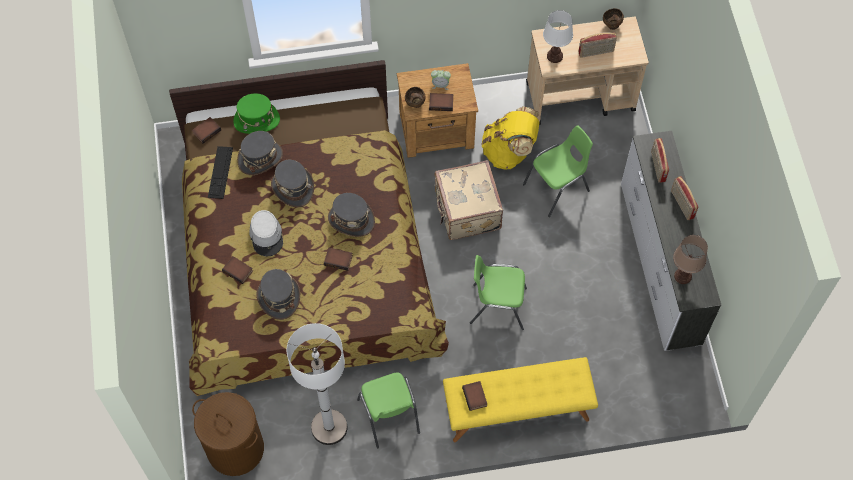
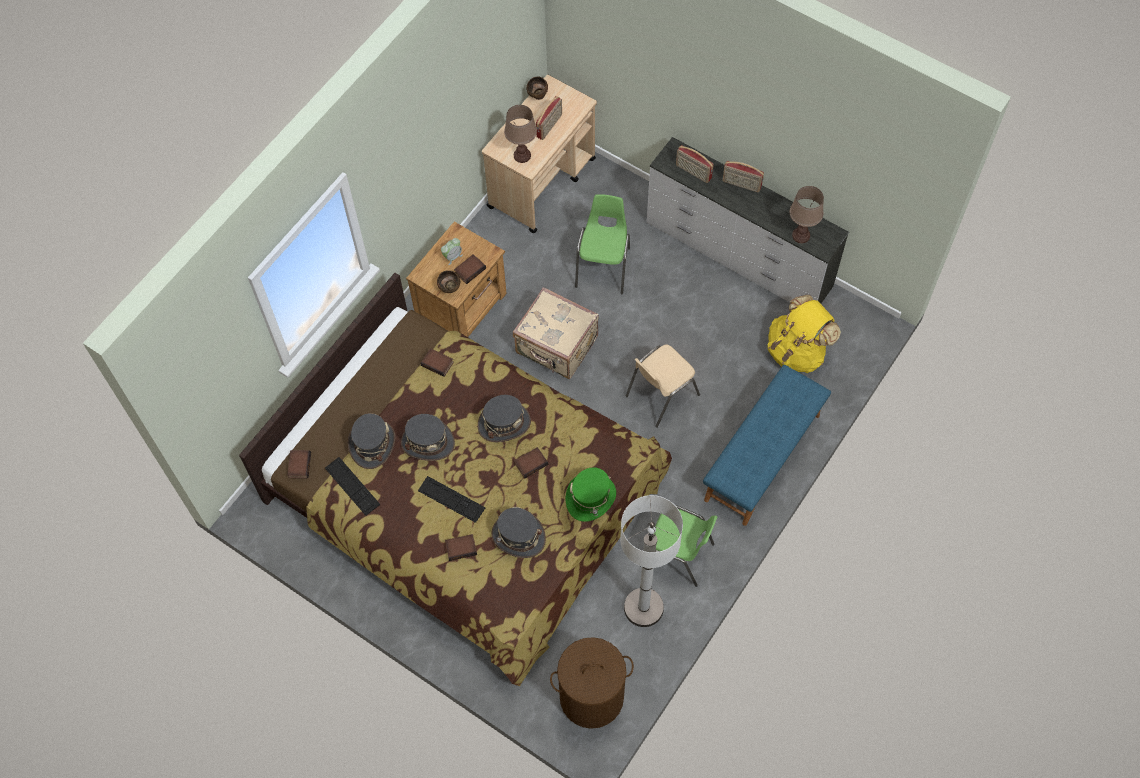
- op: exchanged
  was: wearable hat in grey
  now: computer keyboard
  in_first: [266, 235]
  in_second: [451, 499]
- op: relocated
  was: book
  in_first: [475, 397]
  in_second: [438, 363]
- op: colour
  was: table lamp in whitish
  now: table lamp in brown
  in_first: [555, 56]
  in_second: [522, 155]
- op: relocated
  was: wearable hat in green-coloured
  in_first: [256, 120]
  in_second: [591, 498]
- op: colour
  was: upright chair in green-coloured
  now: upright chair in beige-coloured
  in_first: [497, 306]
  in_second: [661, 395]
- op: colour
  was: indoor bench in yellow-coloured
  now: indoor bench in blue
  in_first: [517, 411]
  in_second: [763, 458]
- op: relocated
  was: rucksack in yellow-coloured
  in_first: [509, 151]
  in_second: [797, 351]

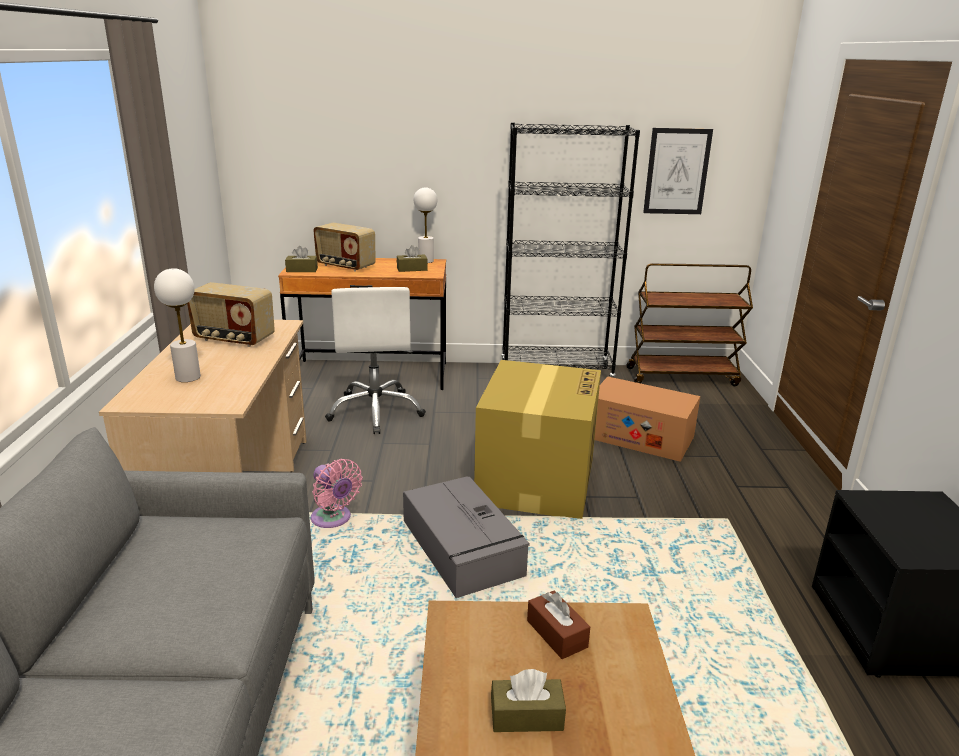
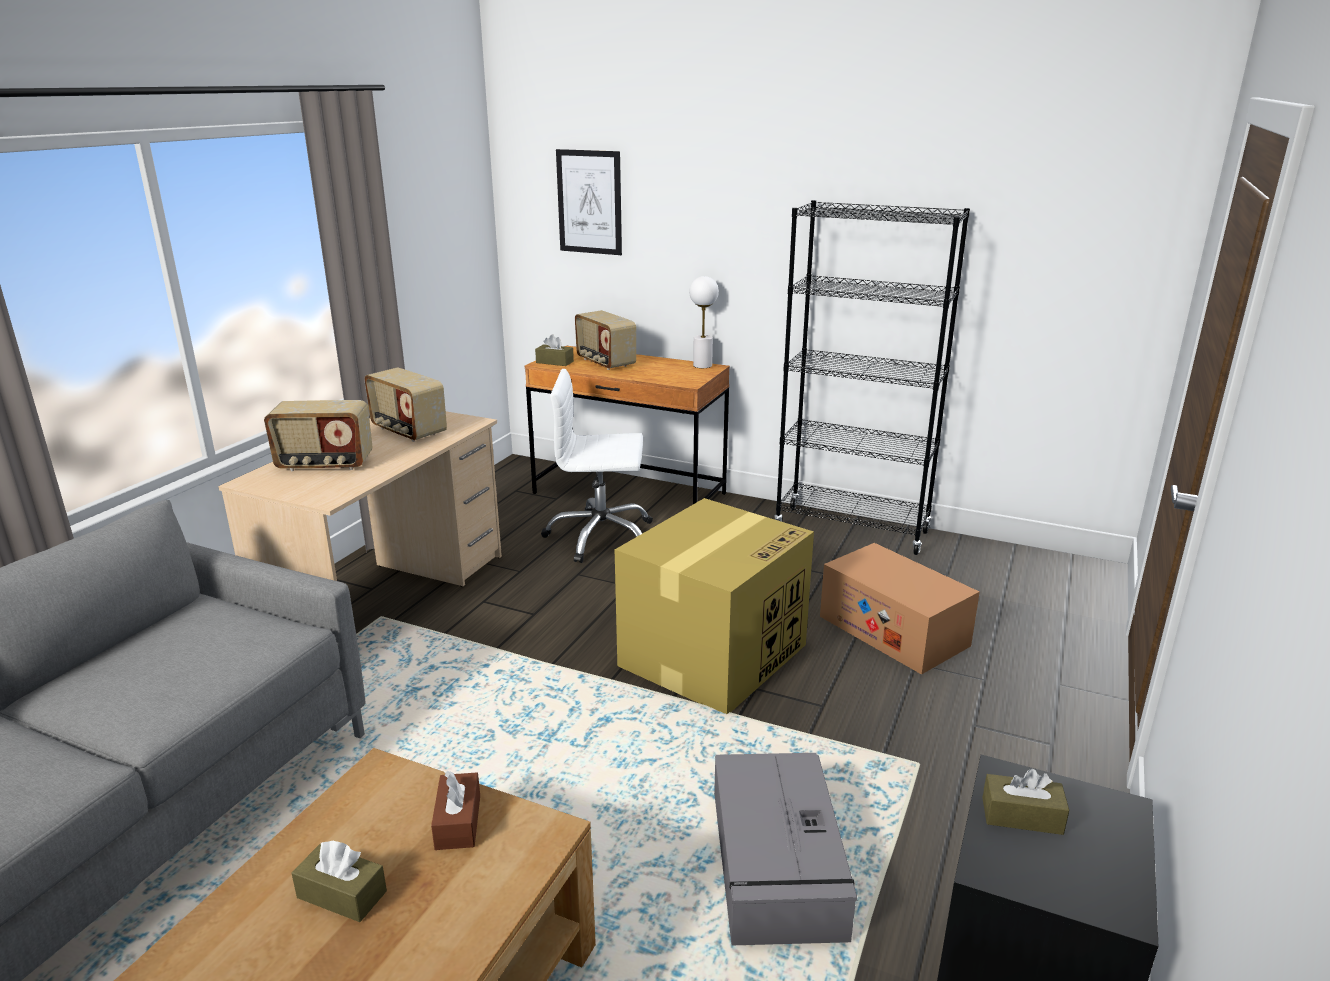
- op: exchanged
  was: table lamp in whitish
  now: radio set
  in_first: [188, 377]
  in_second: [324, 464]
- op: spun
  was: desk chair in whitish
  in_first: [376, 411]
  in_second: [600, 537]
  clockwise: 75
- op: relocated
  was: wall art
  in_first: [677, 171]
  in_second: [589, 202]
- op: relocated
  was: storage container in grey
  in_first: [463, 550]
  in_second: [776, 865]
- op: relocated
  was: box of tissues in brown
  in_first: [412, 269]
  in_second: [1022, 816]
- op: missing
  was: fan in pink-coloured
  in_first: [333, 520]
- op: missing
  was: wheeled cart in brown
  in_first: [682, 376]

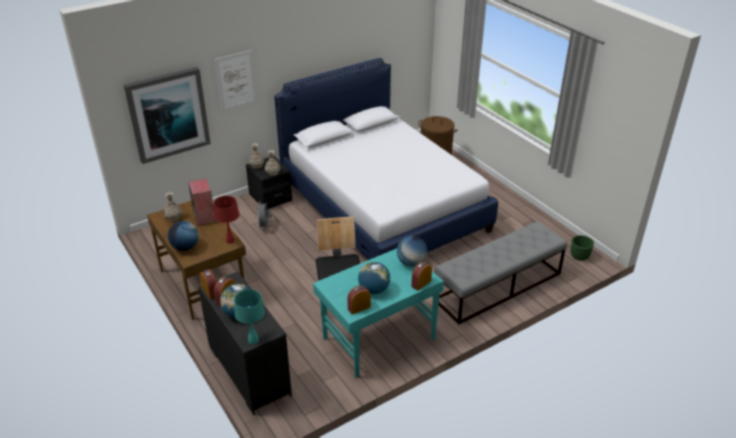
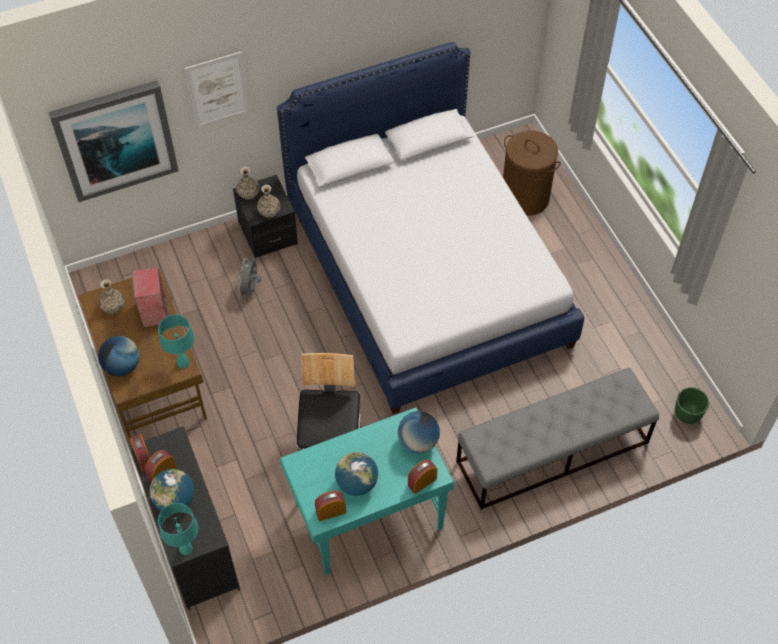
- op: colour
  was: table lamp in red-coloured
  now: table lamp in turquoise
  in_first: [230, 240]
  in_second: [183, 363]

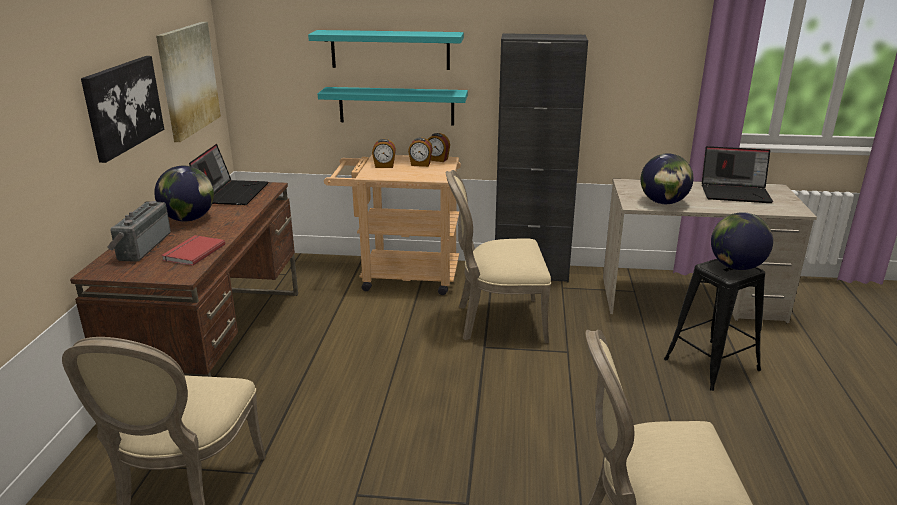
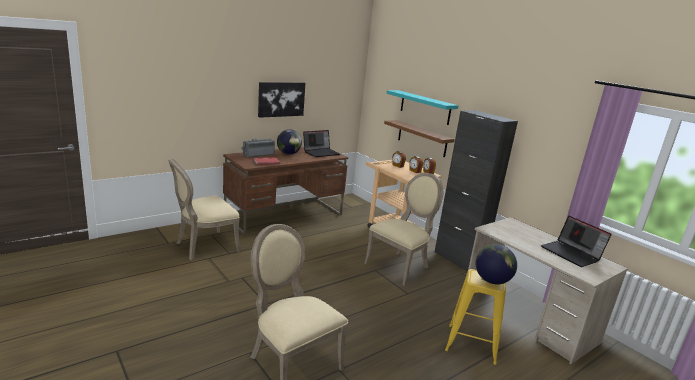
- op: spun
  was: upright chair in beige-coloured
  in_first: [497, 321]
  in_second: [400, 266]
  clockwise: 90
- op: colour
  was: wall shelf in turquoise
  now: wall shelf in brown
  in_first: [396, 106]
  in_second: [422, 138]
- op: colour
  was: stool seat in black-coloured
  now: stool seat in yellow-coloured
  in_first: [712, 364]
  in_second: [471, 344]
- op: missing
  was: wall art
  in_first: [188, 79]
- op: missing
  was: globe
  in_first: [663, 202]

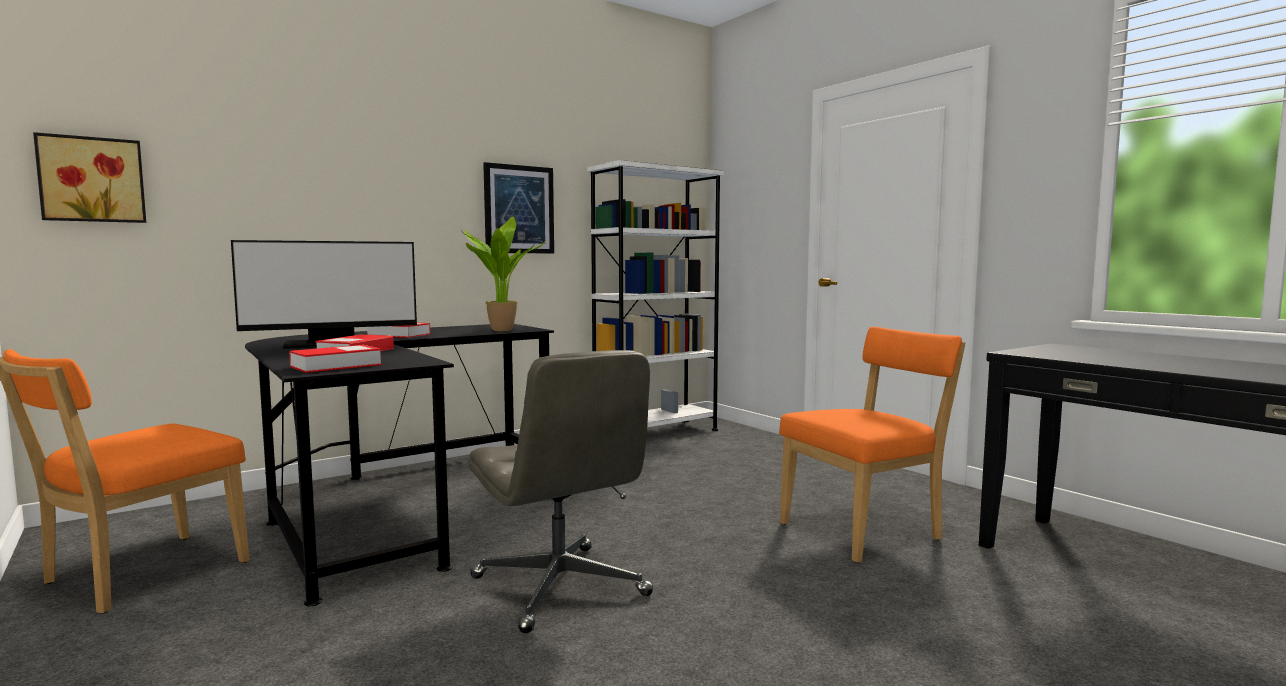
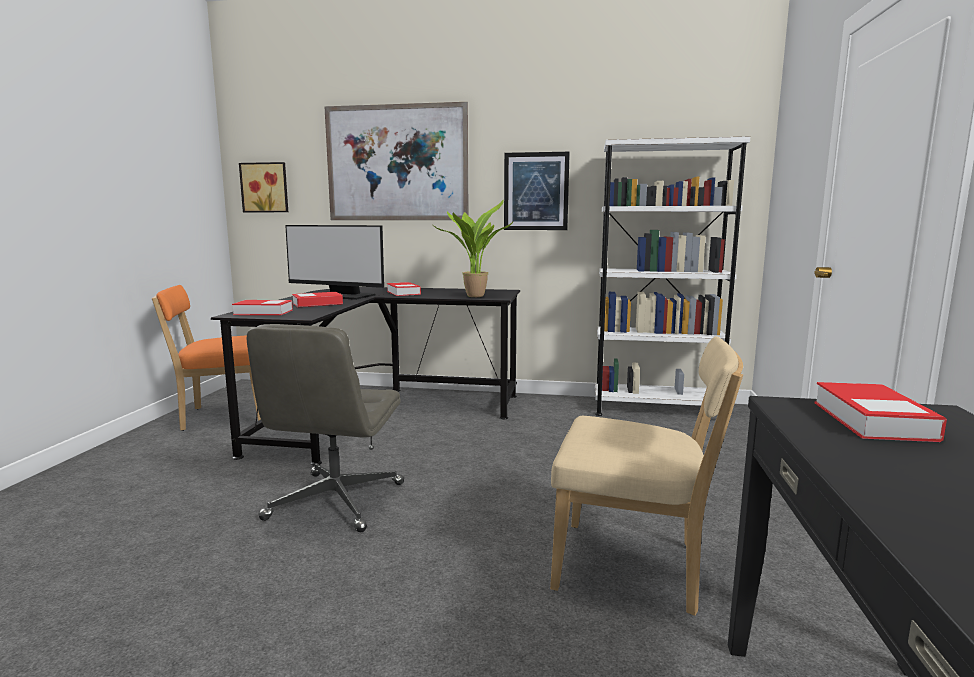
- op: appeared
  now: wall art
  in_second: [397, 163]
- op: colour
  was: upright chair in orange
  now: upright chair in beige-coloured
  in_first: [865, 531]
  in_second: [635, 568]
- op: appeared
  now: book
  in_second: [872, 420]

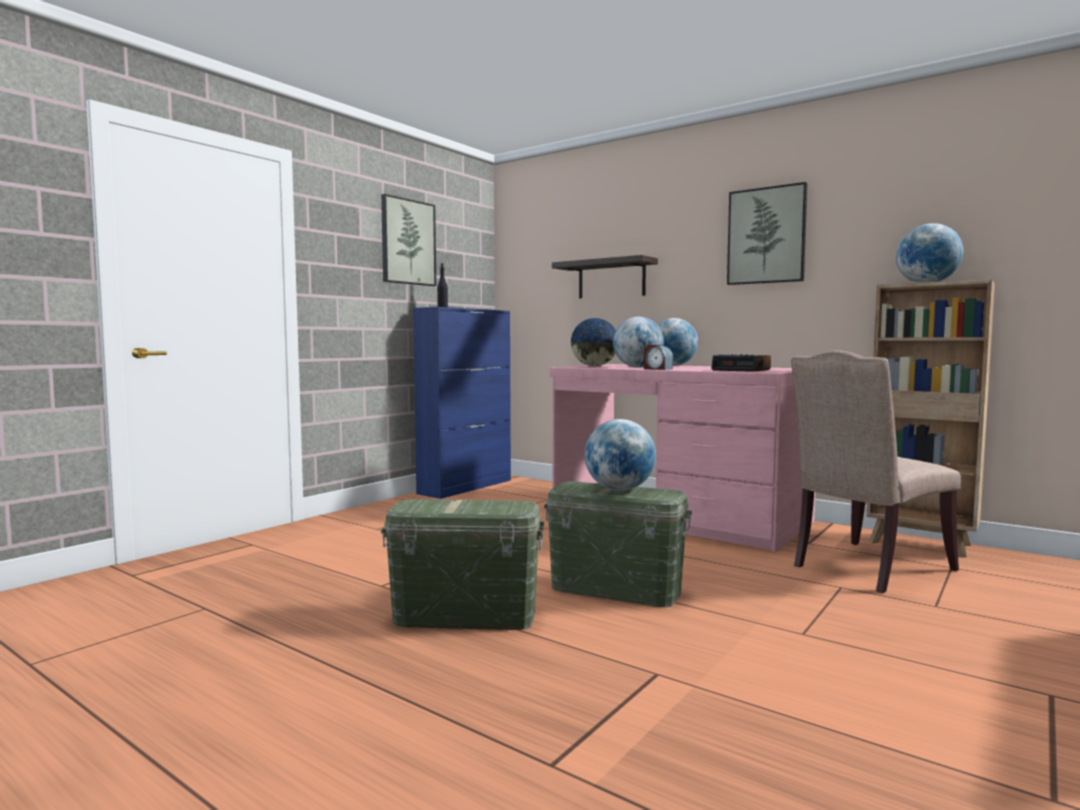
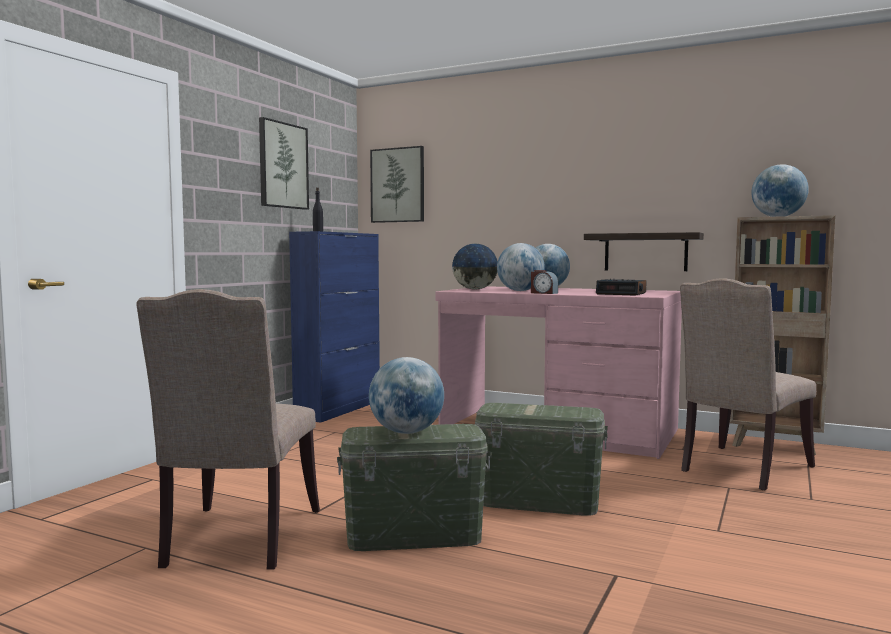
- op: appeared
  now: upright chair in beige-coloured
  in_second: [239, 540]
- op: relocated
  was: globe
  in_first: [619, 490]
  in_second: [406, 432]
- op: relocated
  was: wall art
  in_first: [766, 236]
  in_second: [398, 185]
- op: relocated
  was: wall shelf
  in_first: [611, 279]
  in_second: [645, 252]

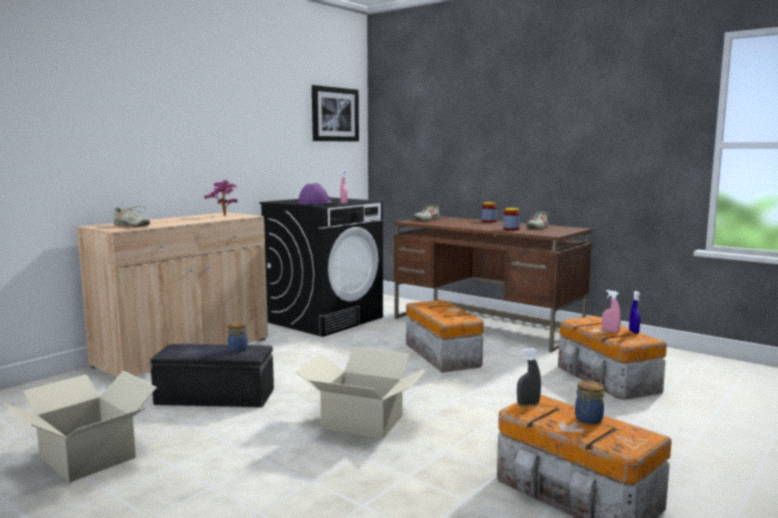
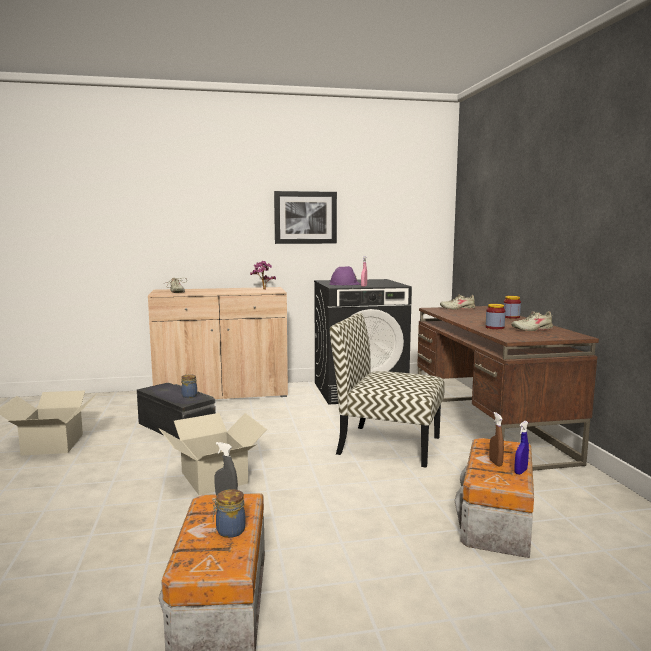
- op: relocated
  was: wall art
  in_first: [335, 114]
  in_second: [305, 217]
- op: exchanged
  was: storage container
  now: upright chair
  in_first: [442, 355]
  in_second: [387, 445]
- op: colour
  was: hand sprayer in pink-coloured
  now: hand sprayer in brown
  in_first: [610, 331]
  in_second: [495, 463]

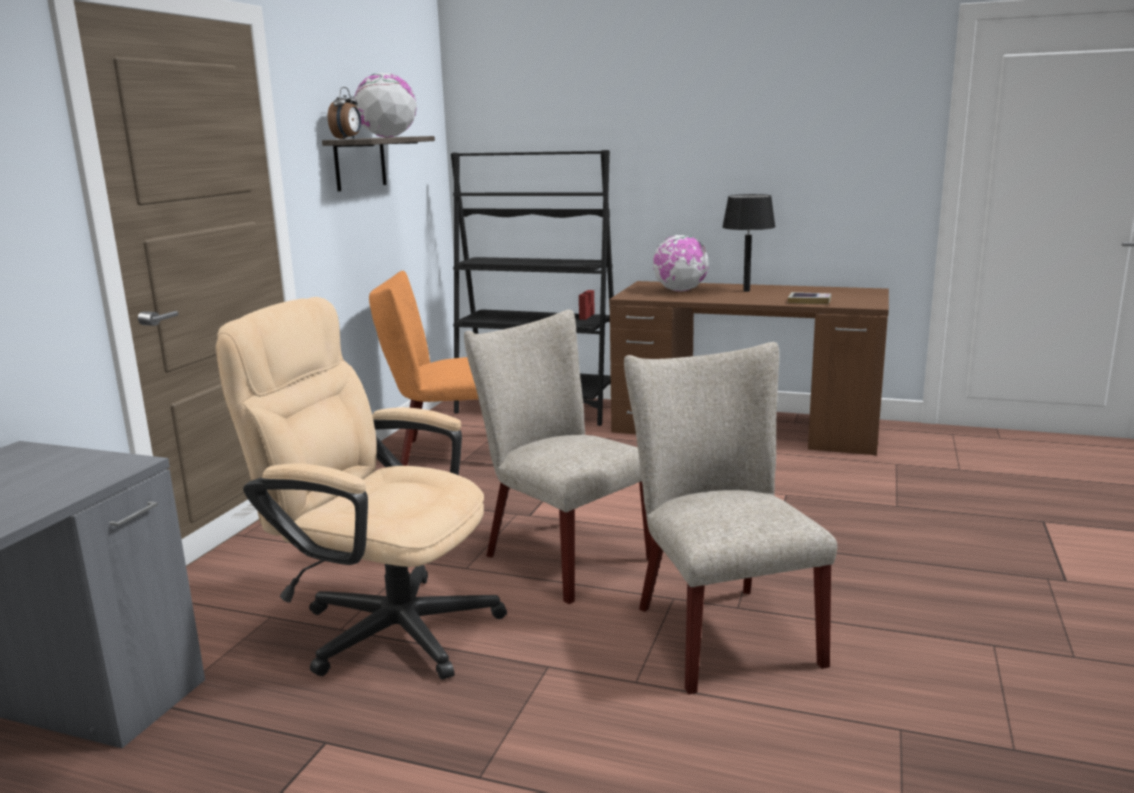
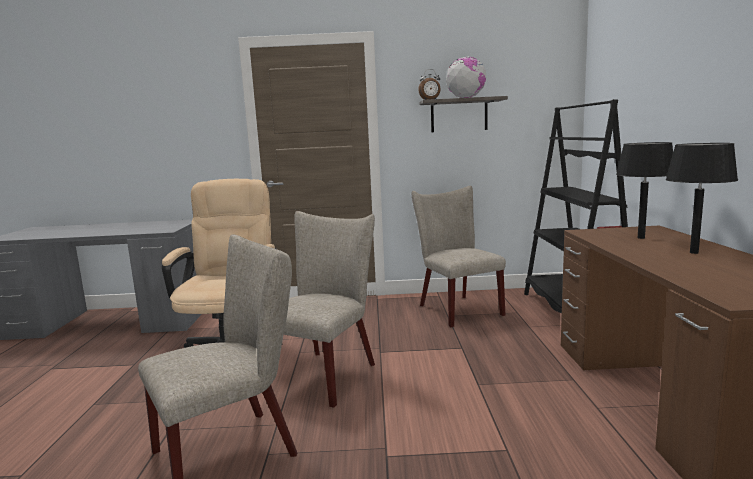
- op: colour
  was: upright chair in orange
  now: upright chair in beige-coloured
  in_first: [446, 452]
  in_second: [456, 308]
- op: exchanged
  was: globe
  now: table lamp in black-coloured
  in_first: [680, 291]
  in_second: [640, 238]
- op: missing
  was: book
  in_first: [809, 301]

